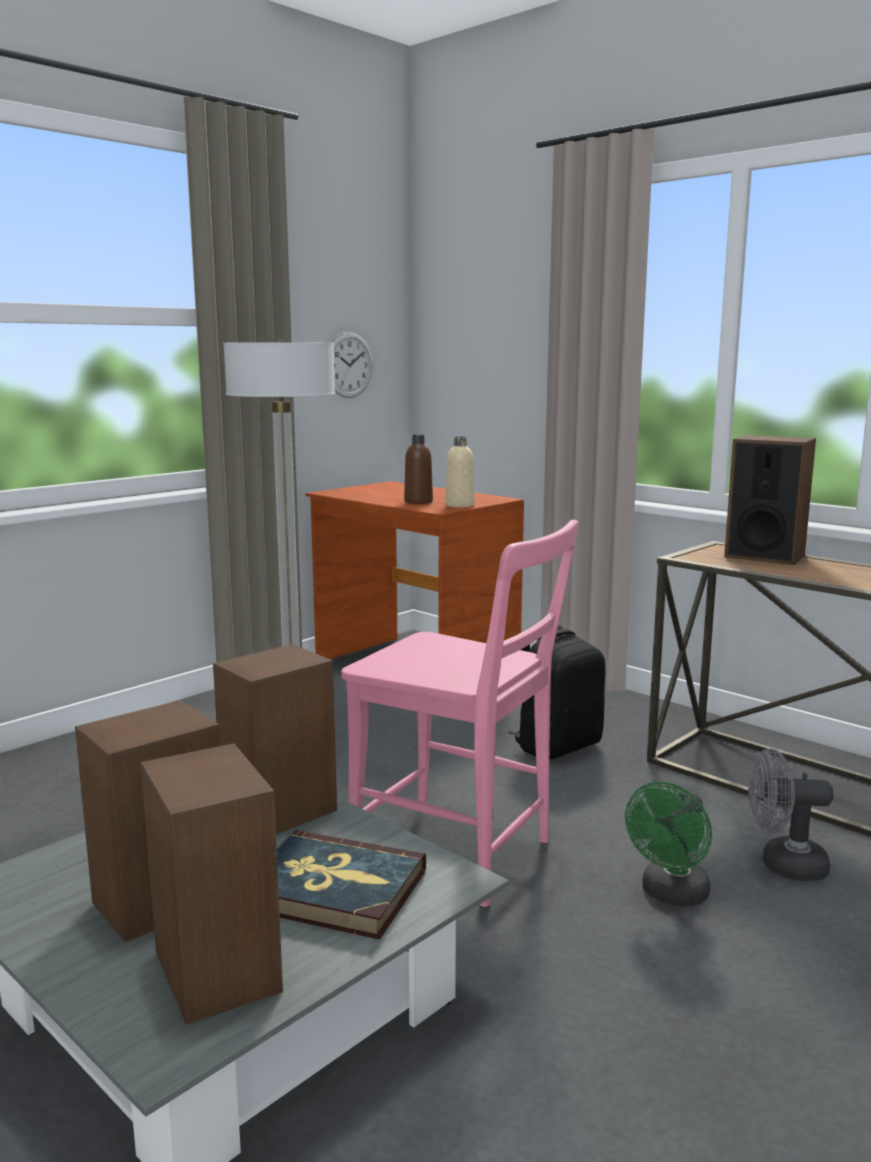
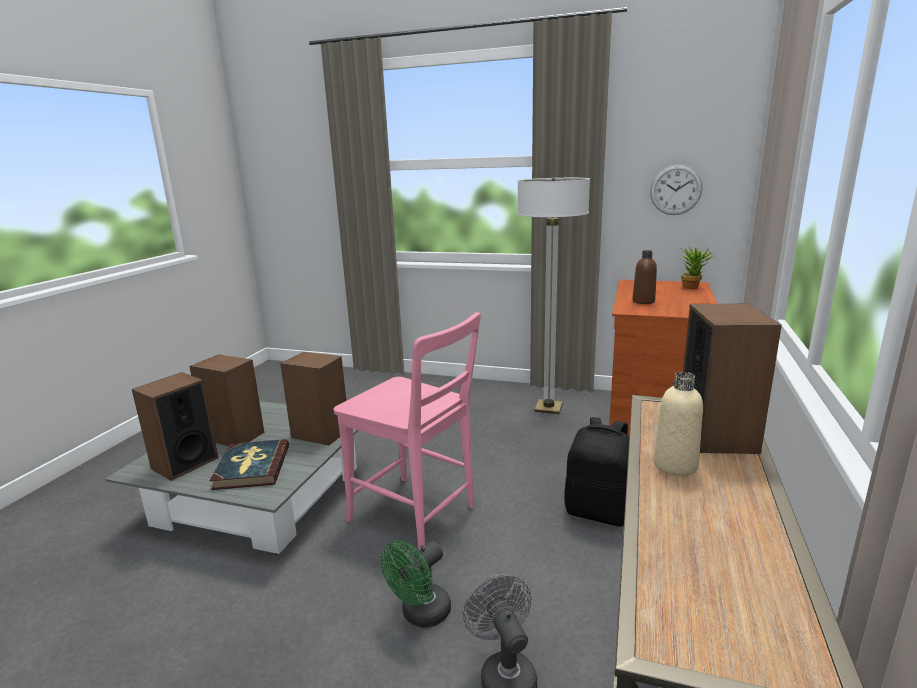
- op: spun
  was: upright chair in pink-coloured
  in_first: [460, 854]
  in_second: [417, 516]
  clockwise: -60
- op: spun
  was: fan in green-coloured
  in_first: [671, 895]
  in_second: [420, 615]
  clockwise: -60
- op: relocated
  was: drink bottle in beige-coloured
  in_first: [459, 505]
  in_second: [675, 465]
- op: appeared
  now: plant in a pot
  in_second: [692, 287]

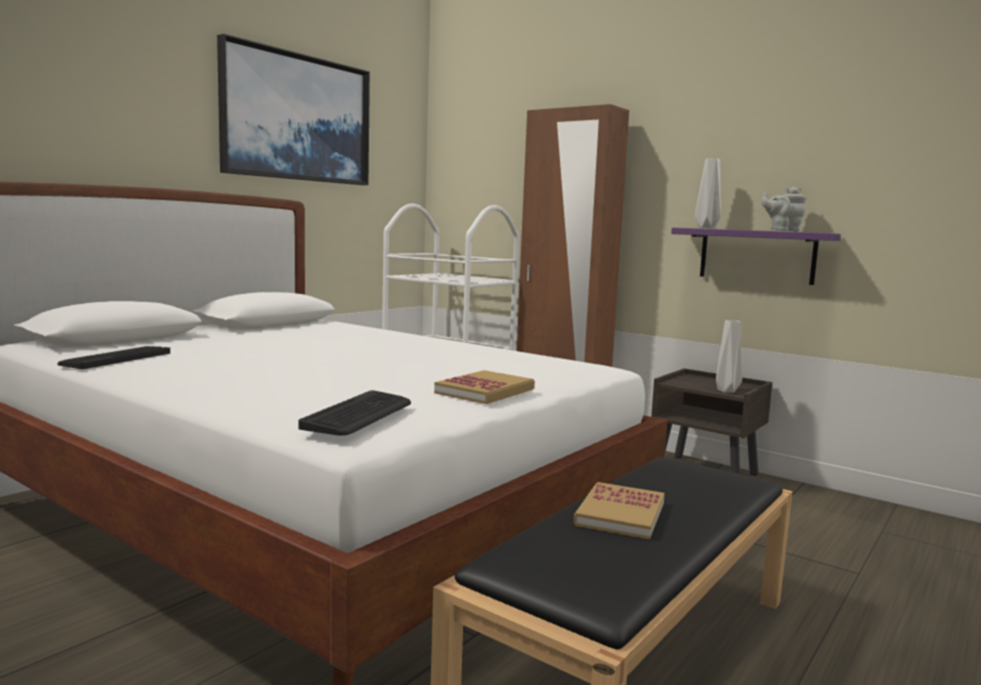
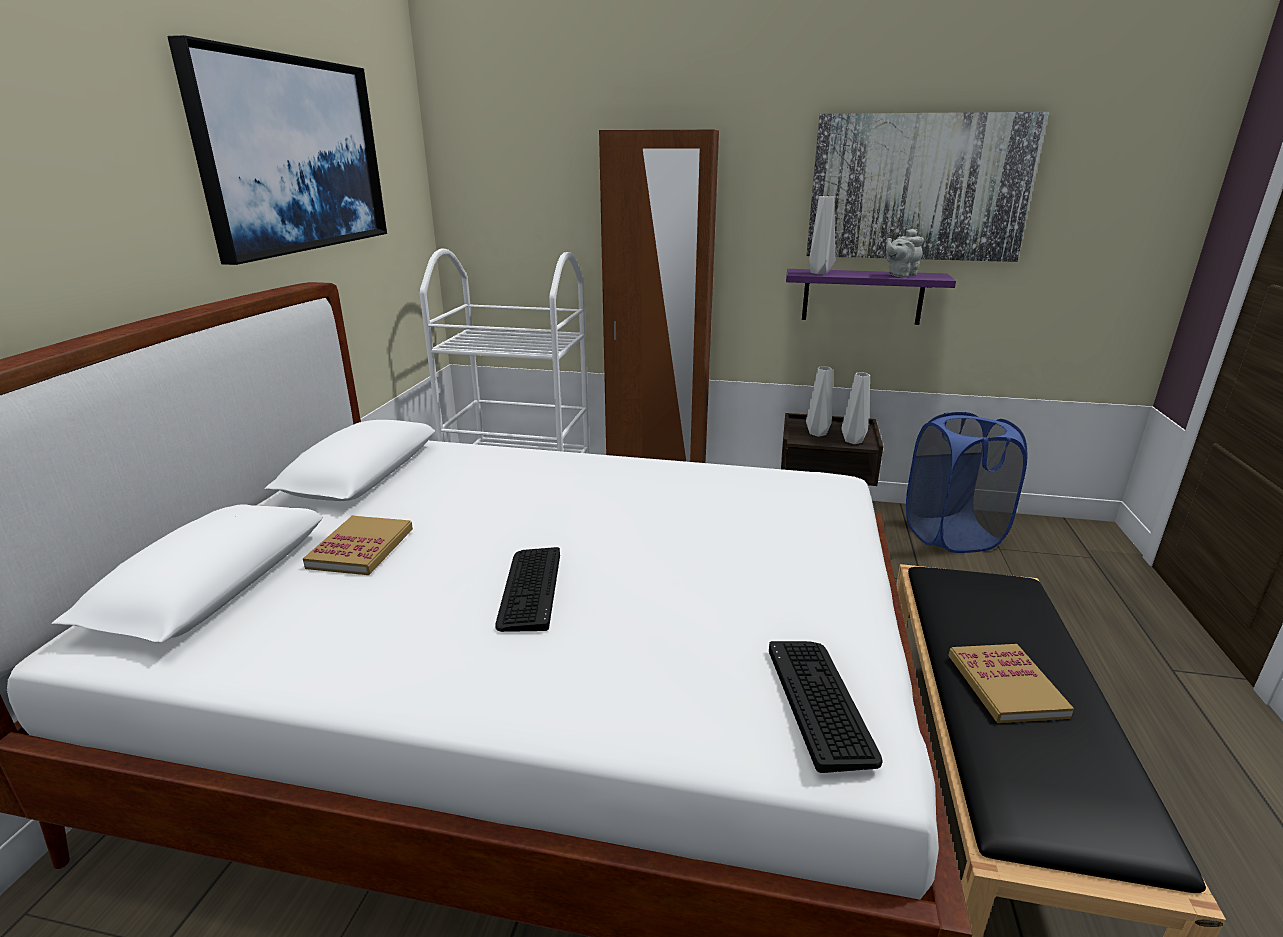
- op: relocated
  was: book
  in_first: [485, 391]
  in_second: [361, 548]
- op: relocated
  was: computer keyboard
  in_first: [116, 358]
  in_second: [530, 589]
- op: appeared
  now: wall art
  in_second: [918, 188]
- op: appeared
  now: decorative vase in grey
  in_second: [817, 434]
- op: appeared
  now: laundry basket in blue
  in_second: [952, 535]

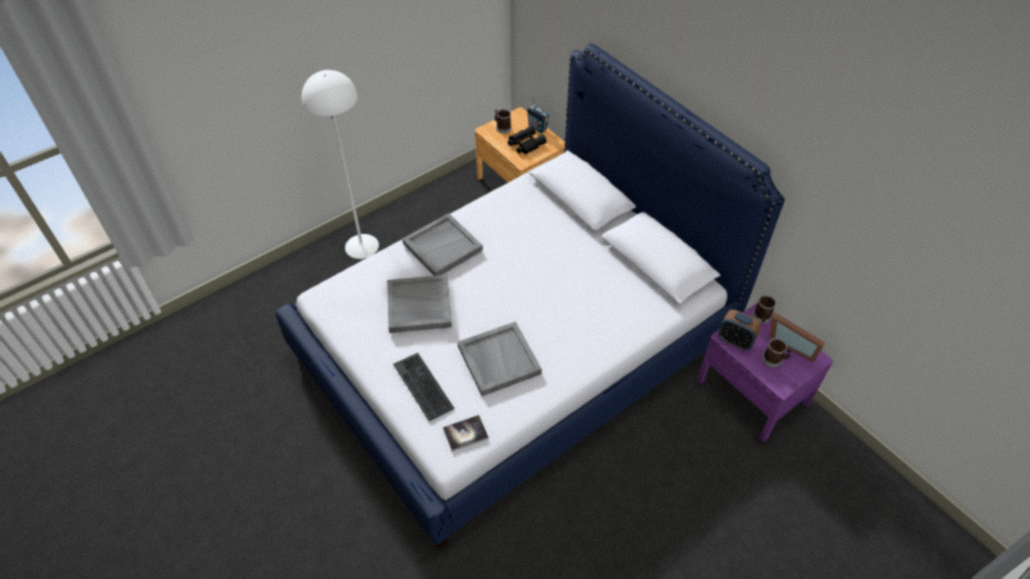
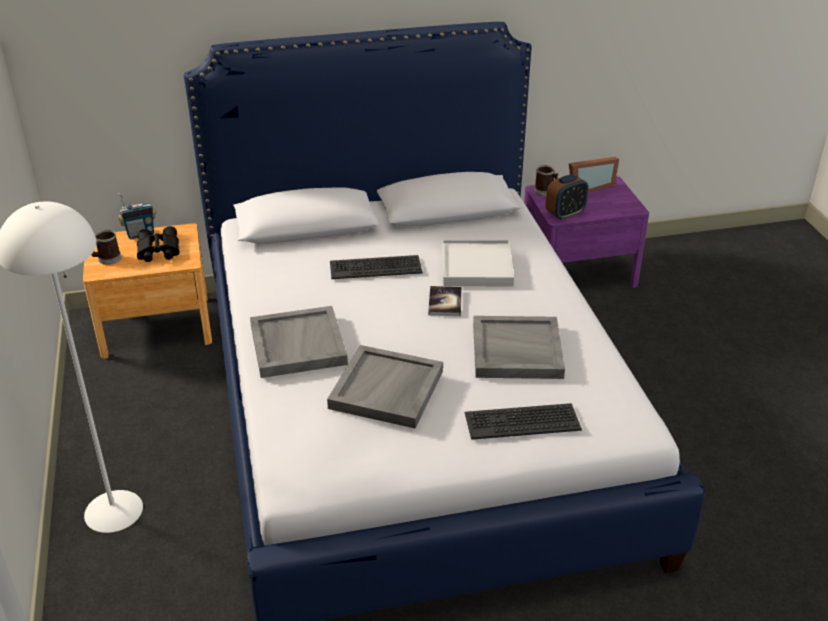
- op: appeared
  now: computer keyboard
  in_second: [375, 267]
- op: relocated
  was: book
  in_first: [465, 433]
  in_second: [445, 302]
- op: appeared
  now: carrying tray in whitish
  in_second: [477, 267]
- op: missing
  was: coffee mug
  in_first: [774, 359]

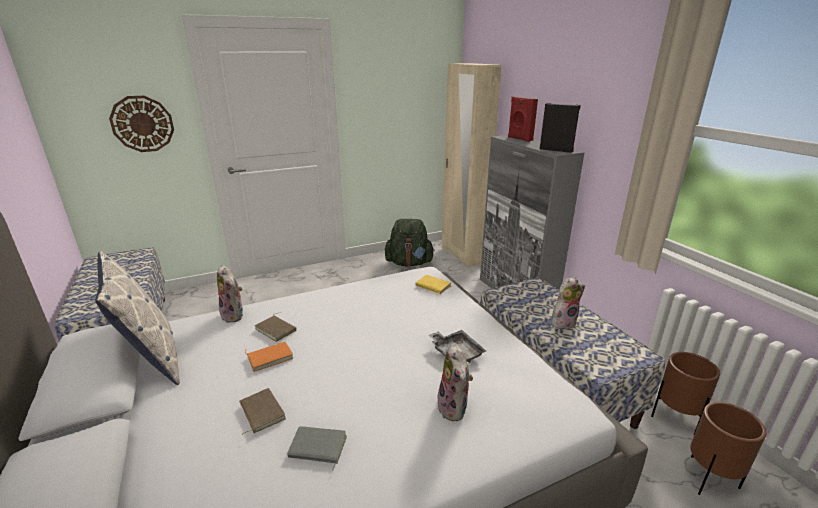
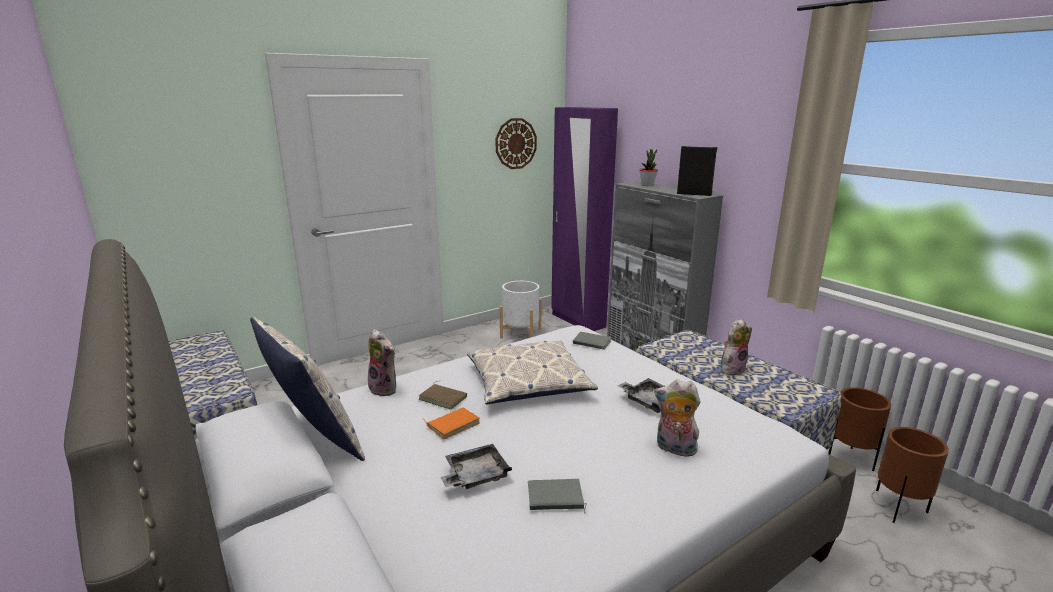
- op: exchanged
  was: book in brown
  now: carrying tray in grey
  in_first: [260, 412]
  in_second: [475, 475]
- op: appeared
  now: throw pillow
  in_second: [528, 382]
- op: relocated
  was: wall clock
  in_first: [142, 124]
  in_second: [515, 143]
- op: exchanged
  was: rucksack in green-coloured
  now: planter in whitish
  in_first: [409, 263]
  in_second: [521, 333]
- op: colour
  was: clothes cupboard in beige-coloured
  now: clothes cupboard in purple-coloured
  in_first: [462, 255]
  in_second: [577, 321]
- op: colour
  was: book in yellow-coloured
  now: book in grey
  in_first: [432, 286]
  in_second: [591, 343]
- op: exchanged
  was: audio speaker in red-coloured
  now: plant in a pot
  in_first: [519, 139]
  in_second: [647, 185]
- op: spun
  was: plush toy
  in_first: [455, 408]
  in_second: [674, 449]
  clockwise: 135

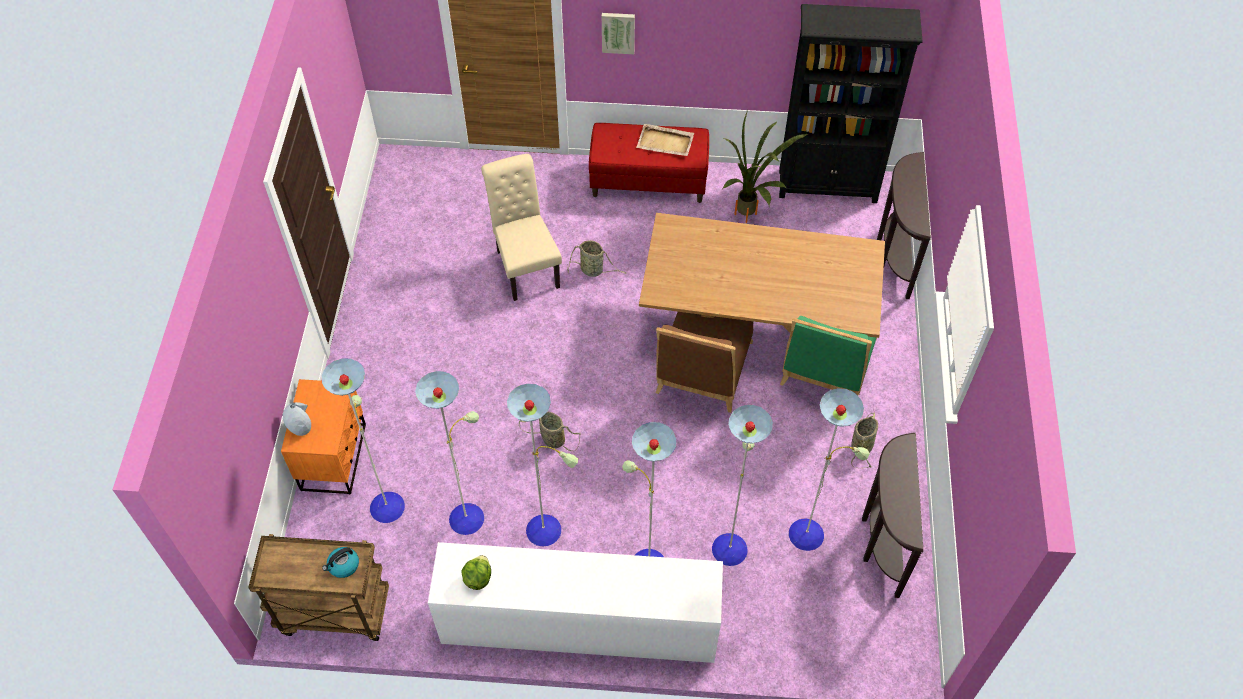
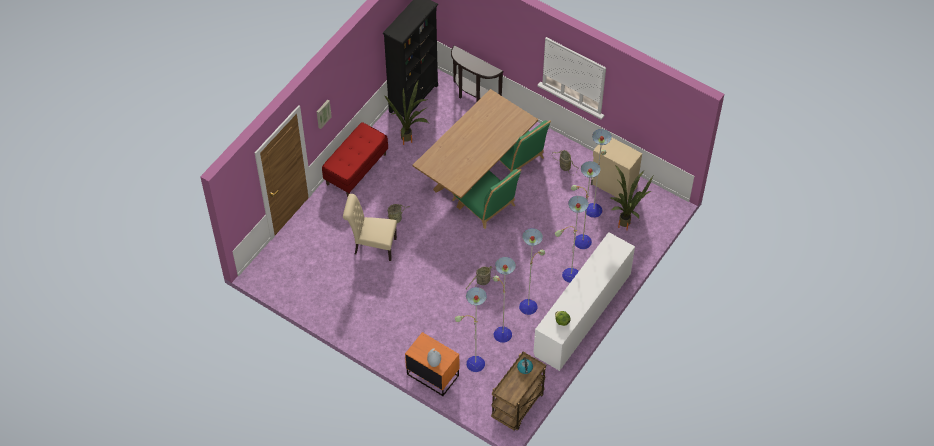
- op: colour
  was: upright chair in brown
  now: upright chair in green-coloured
  in_first: [702, 373]
  in_second: [486, 205]
- op: exchanged
  was: console table in brown
  now: storage cabinet in beige-coloured
  in_first: [880, 541]
  in_second: [613, 186]
- op: appeared
  now: plant in a pot
  in_second: [626, 222]
- op: missing
  was: carrying tray in beige-coloured
  in_first: [665, 142]

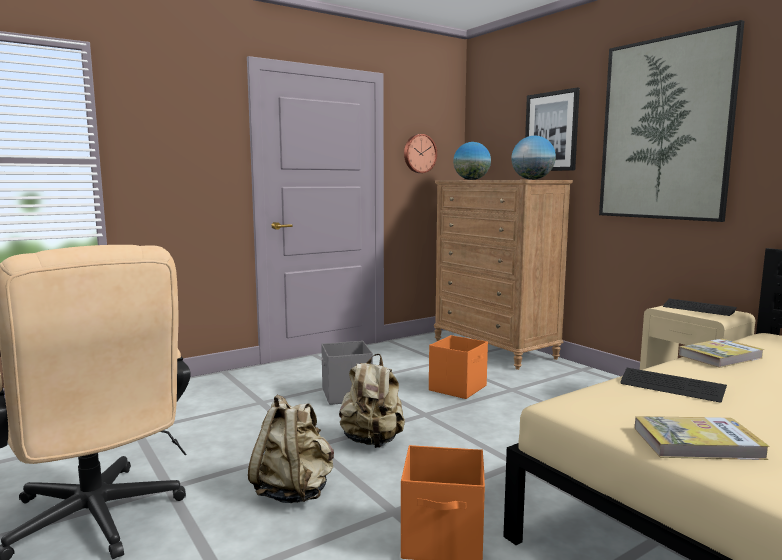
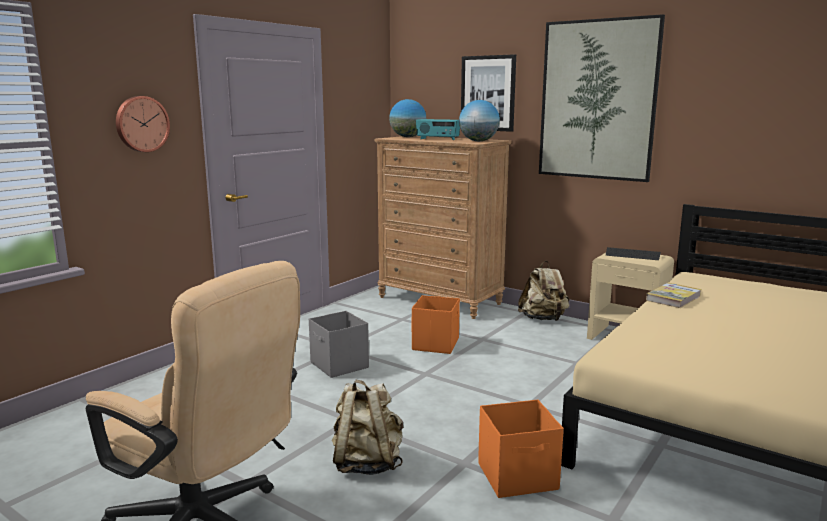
- op: relocated
  was: wall clock
  in_first: [419, 153]
  in_second: [141, 124]
- op: appeared
  now: radio set
  in_second: [437, 139]
- op: relocated
  was: rucksack in beige-coloured
  in_first: [372, 441]
  in_second: [543, 319]
- op: missing
  was: computer keyboard
  in_first: [671, 387]
- op: missing
  was: book
  in_first: [697, 443]

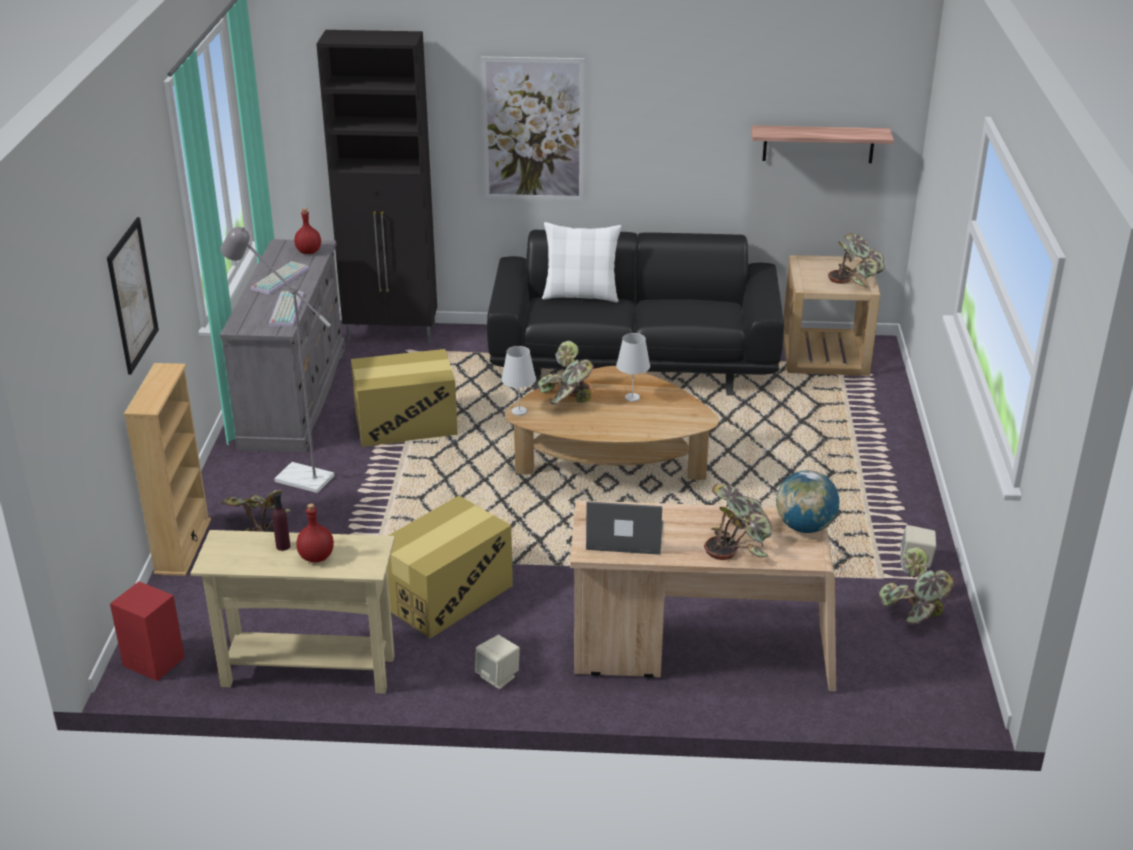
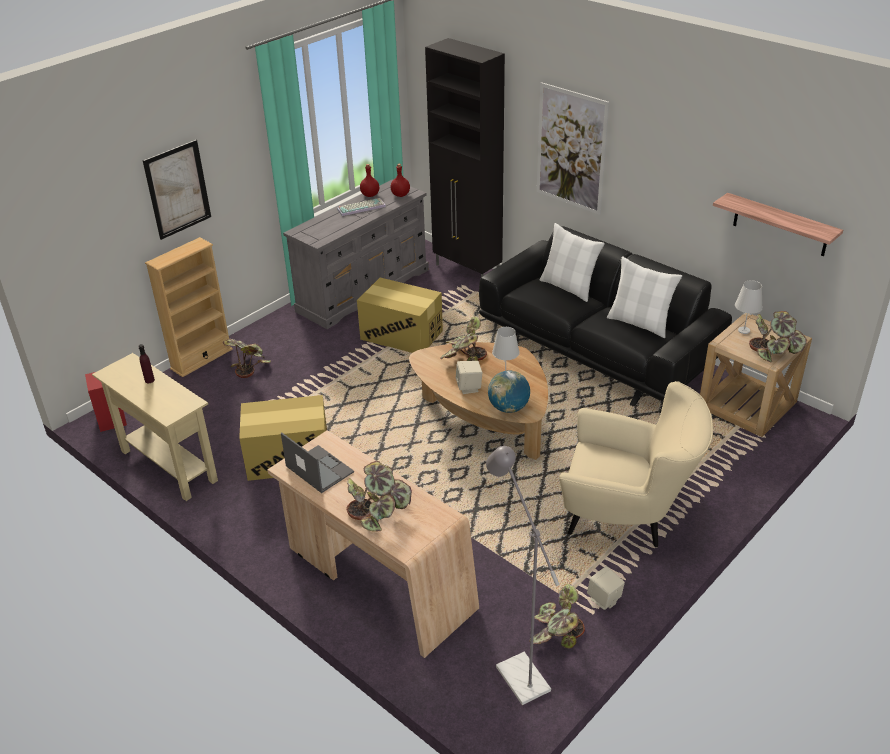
- op: relocated
  was: drink bottle in red-coloured
  in_first: [316, 557]
  in_second: [369, 195]
- op: relocated
  was: audio speaker in beige-coloured
  in_first: [498, 677]
  in_second: [469, 387]
- op: relocated
  was: standing lamp in grey
  in_first: [295, 476]
  in_second: [517, 671]
- op: relocated
  was: globe
  in_first: [804, 527]
  in_second: [508, 408]
- op: appeared
  now: armchair in beige-coloured
  in_second: [626, 518]
- op: appeared
  now: throw pillow in whitish
  in_second: [639, 323]
- op: relocated
  was: table lamp in whitish
  in_first: [519, 411]
  in_second: [744, 330]
- op: missing
  was: computer keyboard
  in_first: [285, 309]

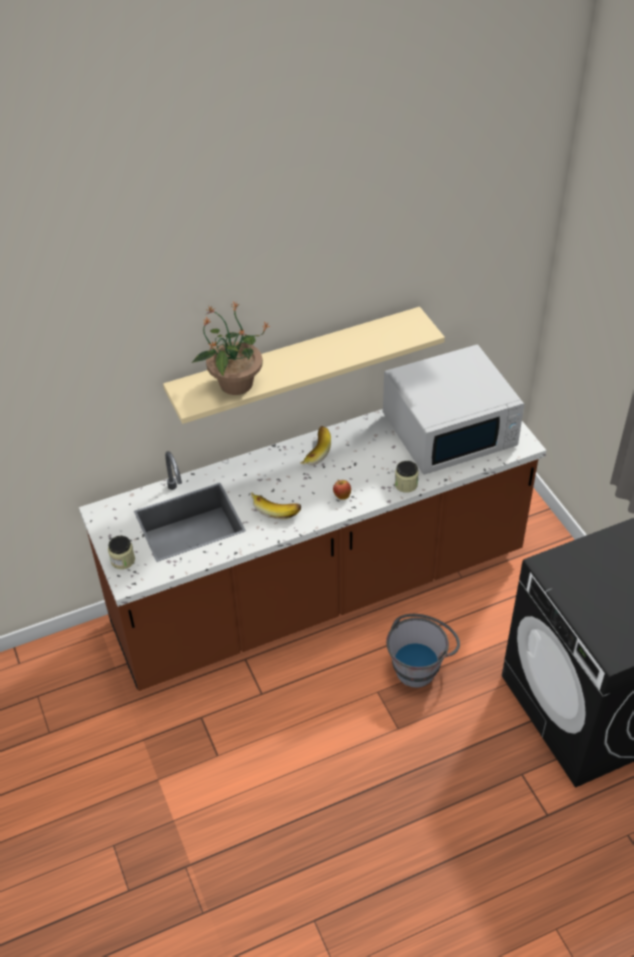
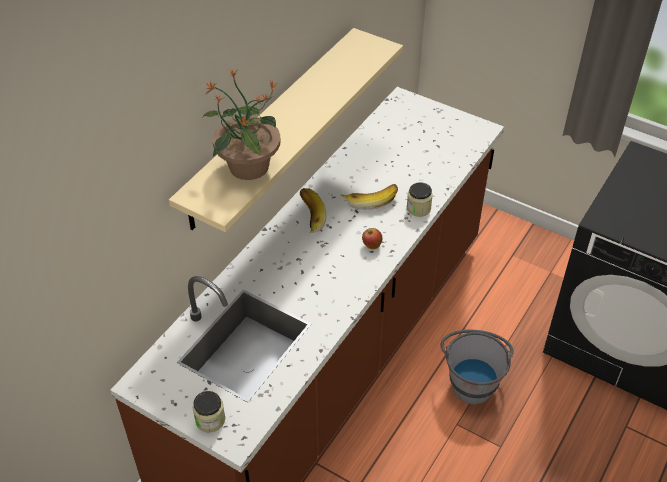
- op: relocated
  was: banana
  in_first: [276, 508]
  in_second: [370, 199]
- op: missing
  was: microwave oven in whitish
  in_first: [450, 430]

